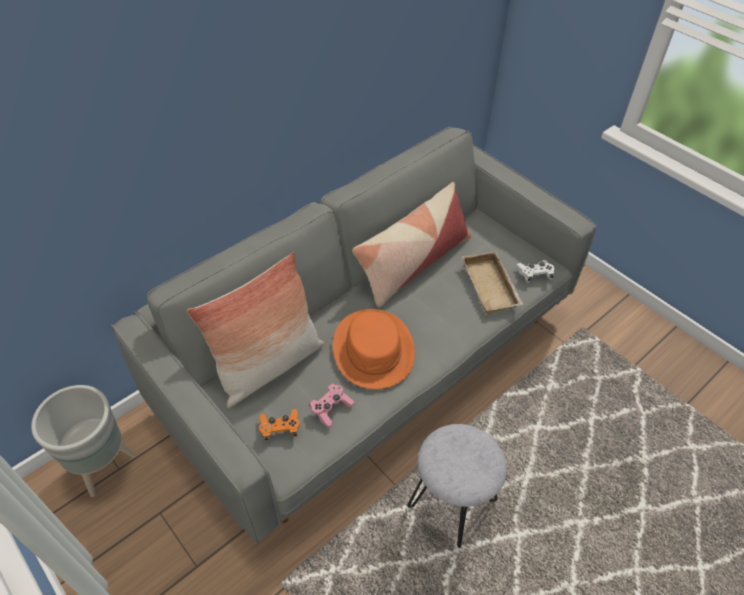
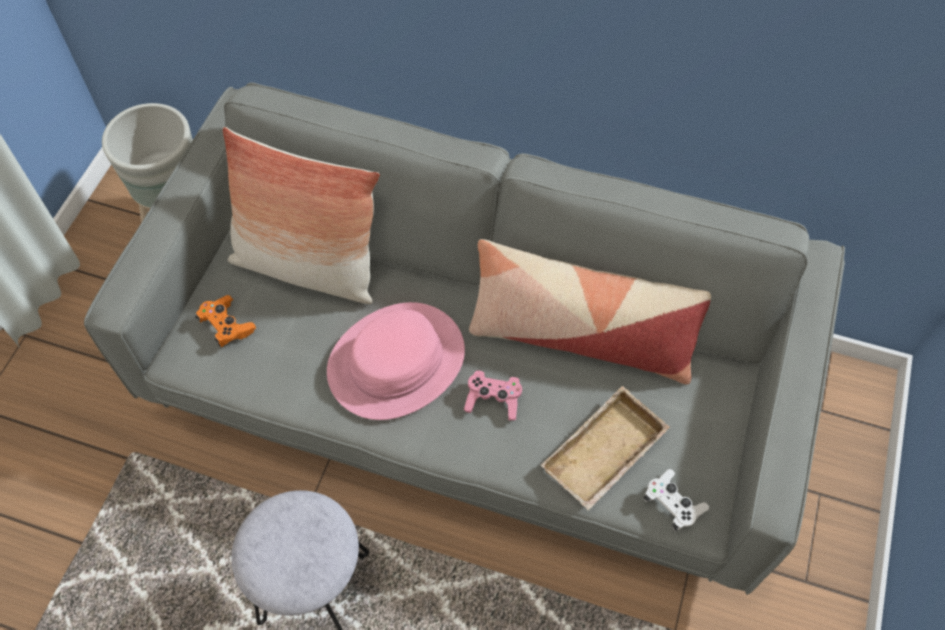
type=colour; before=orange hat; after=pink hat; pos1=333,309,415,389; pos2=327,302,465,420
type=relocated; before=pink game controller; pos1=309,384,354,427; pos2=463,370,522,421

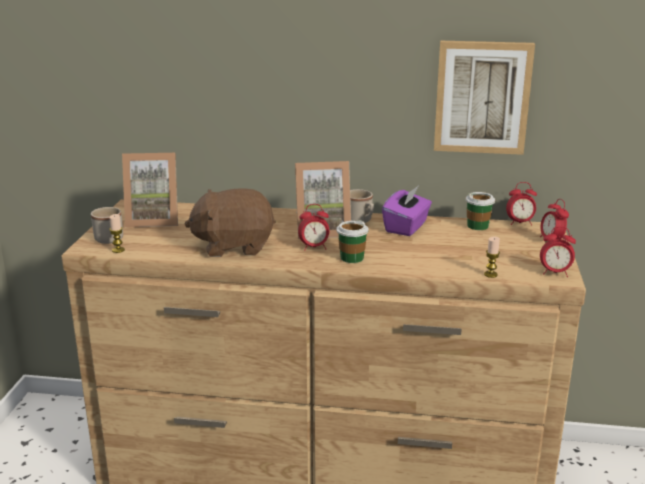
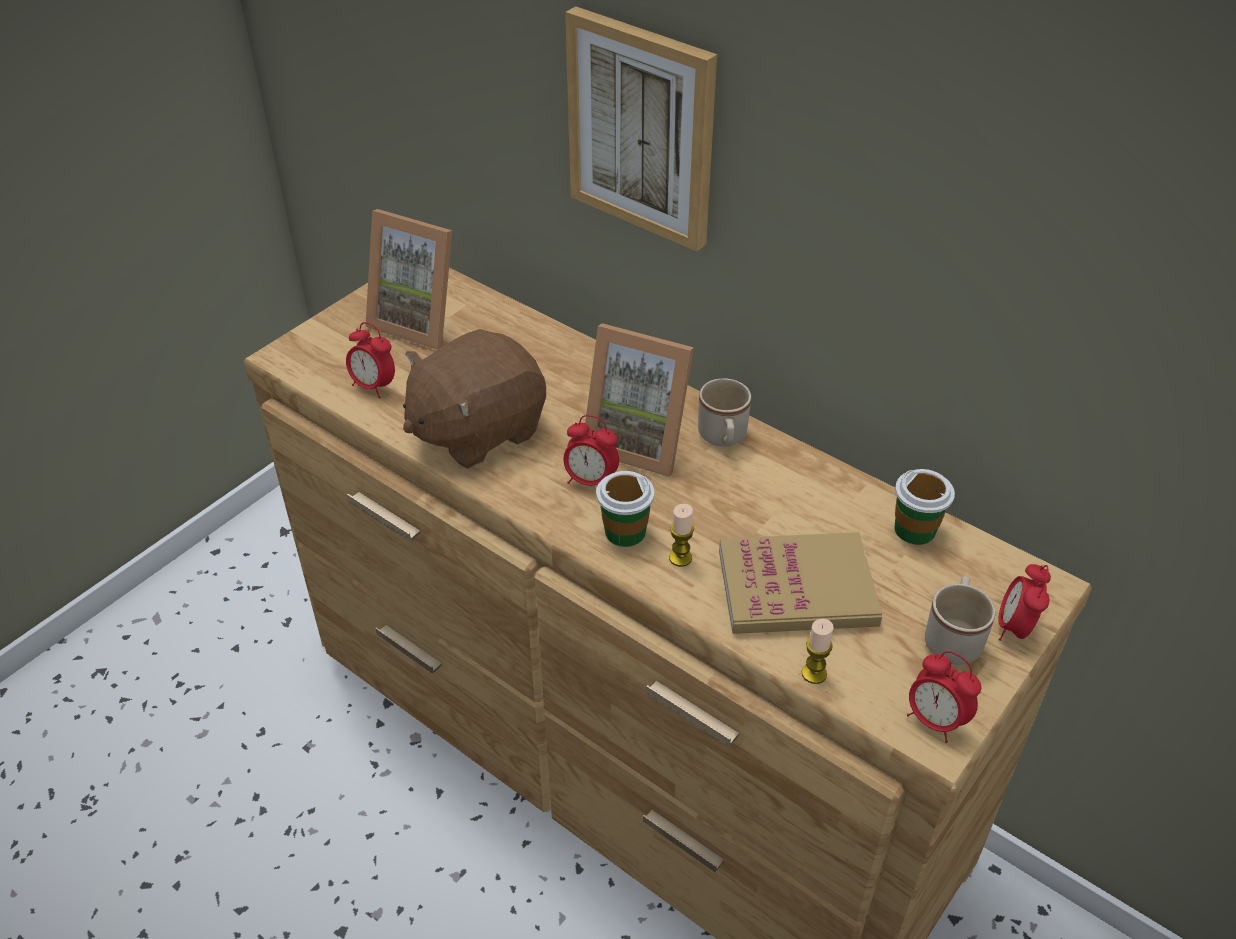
type=relocated; before=picture; pos1=434,41,535,155; pos2=565,6,717,251
type=relocated; before=alarm clock; pos1=506,182,537,226; pos2=346,322,395,398
type=missing; before=purple tissue box; pos1=382,186,432,236
type=spun; before=brown plush toy; pos1=185,189,275,257; pos2=403,329,546,469; turn=-60
type=relocated; before=beige mug; pos1=91,207,123,244; pos2=925,576,995,665
type=relocated; before=candle; pos1=109,214,125,253; pos2=669,504,694,567
type=appeared; after=book; pos2=719,532,882,634

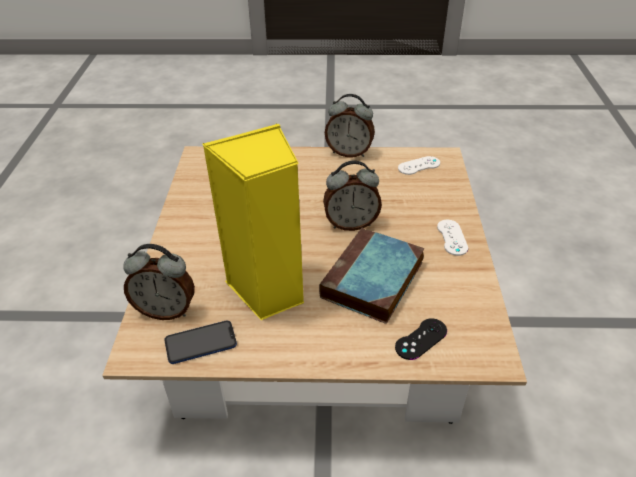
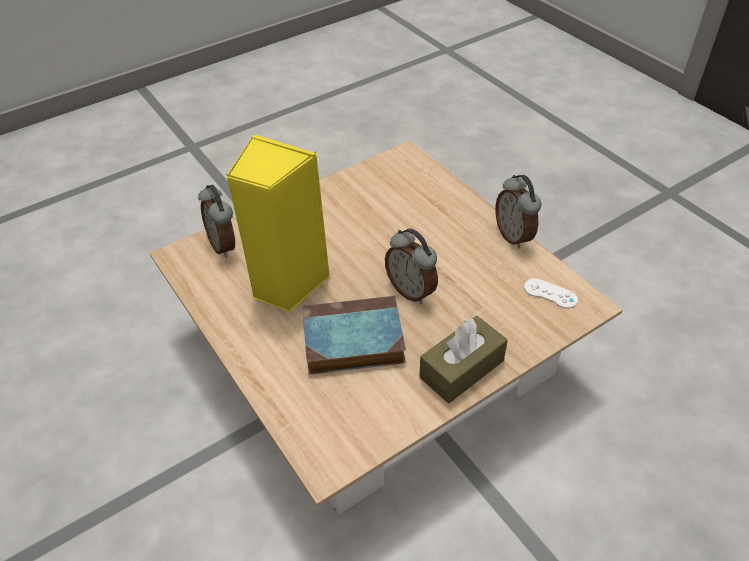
type=exchanged; before=white game controller; after=brown tissue box; pos1=437,220,468,256; pos2=419,316,508,403
type=missing; before=black game controller; pos1=395,318,447,360
type=missing; before=phone; pos1=164,320,237,364

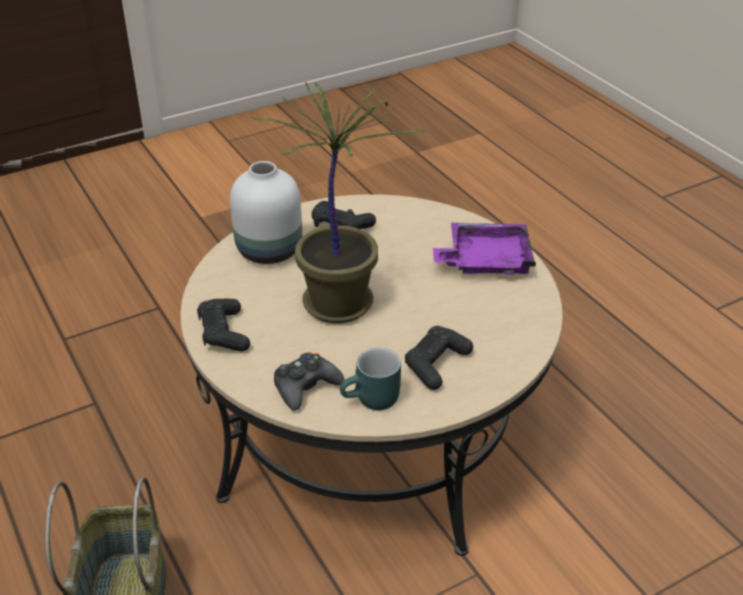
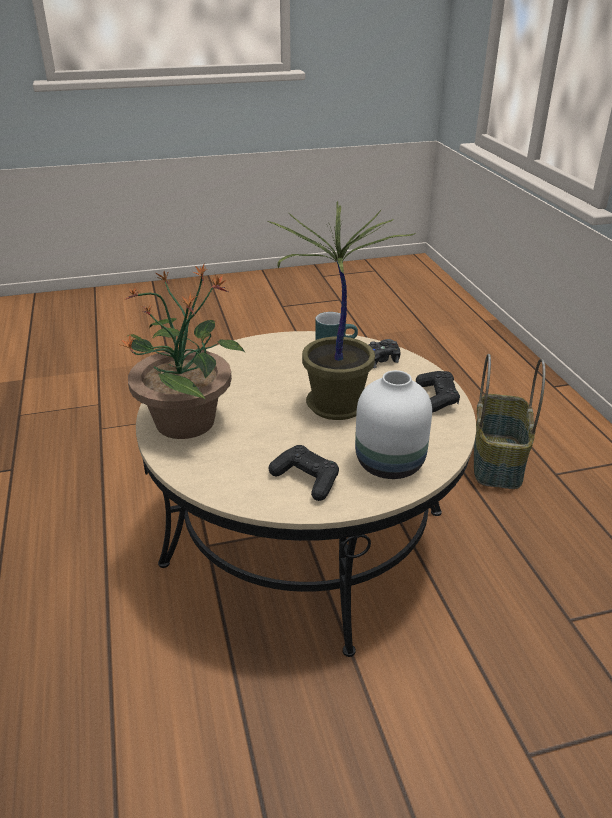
type=exchanged; before=purple tray; after=potted plant; pos1=433,223,536,275; pos2=121,264,245,439
type=missing; before=black game controller; pos1=405,326,473,390

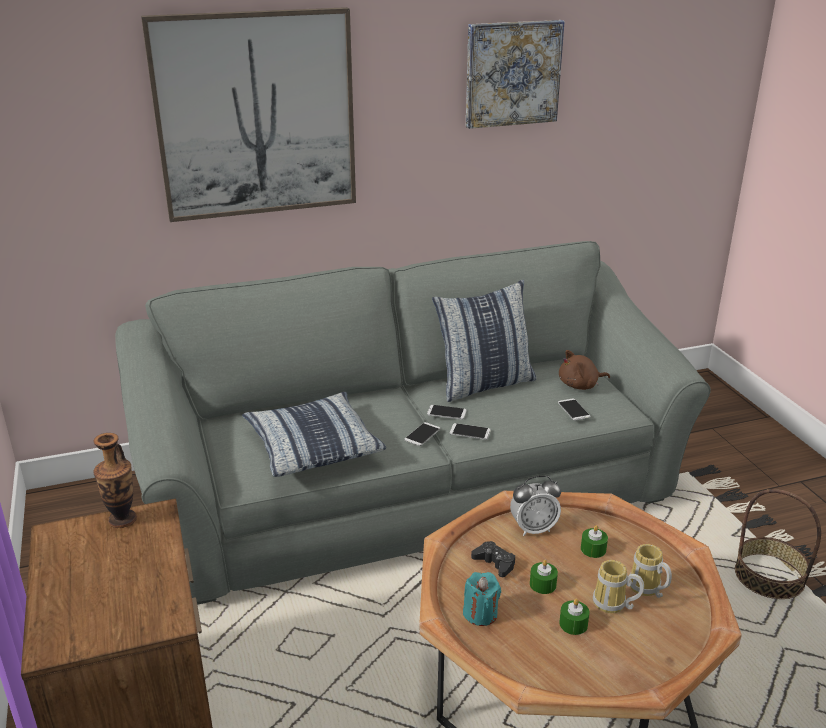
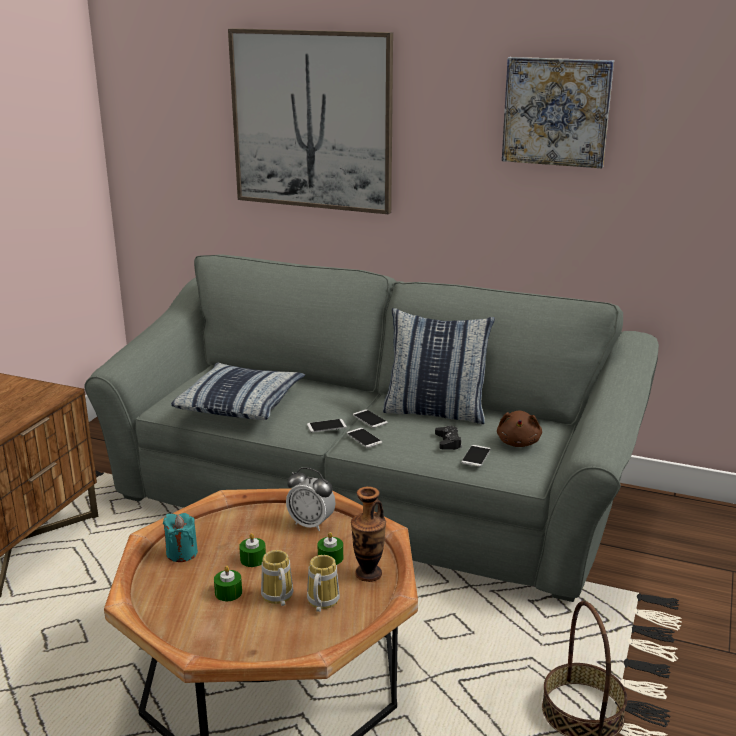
type=spun; before=brown plush toy; pos1=559,350,610,390; pos2=497,411,542,447; turn=-105
type=relocated; before=vase; pos1=93,433,137,528; pos2=351,486,386,582
type=relocated; before=black game controller; pos1=471,541,515,577; pos2=435,426,462,450

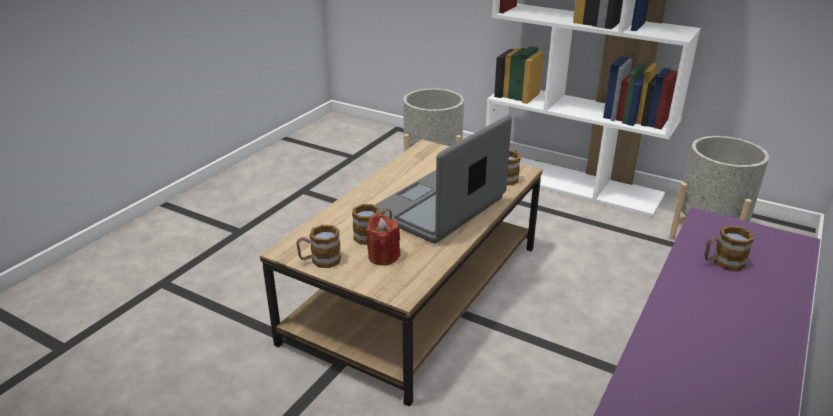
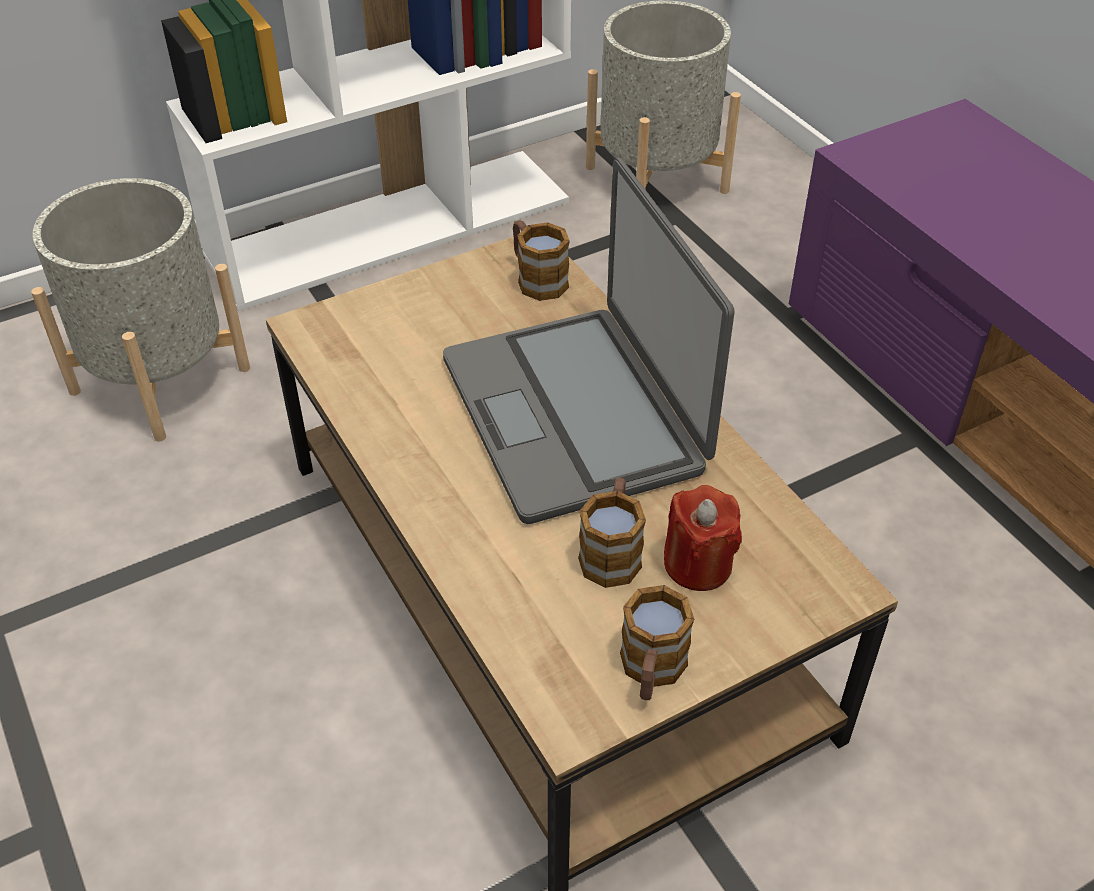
type=missing; before=mug; pos1=704,225,754,271

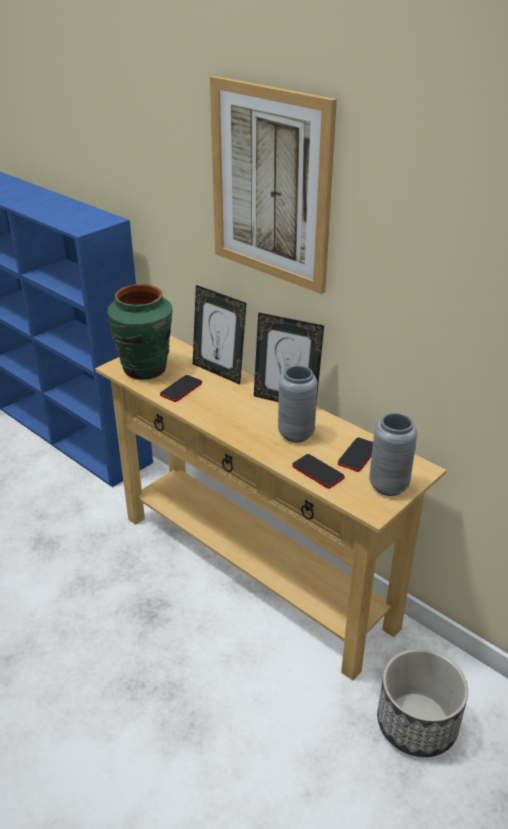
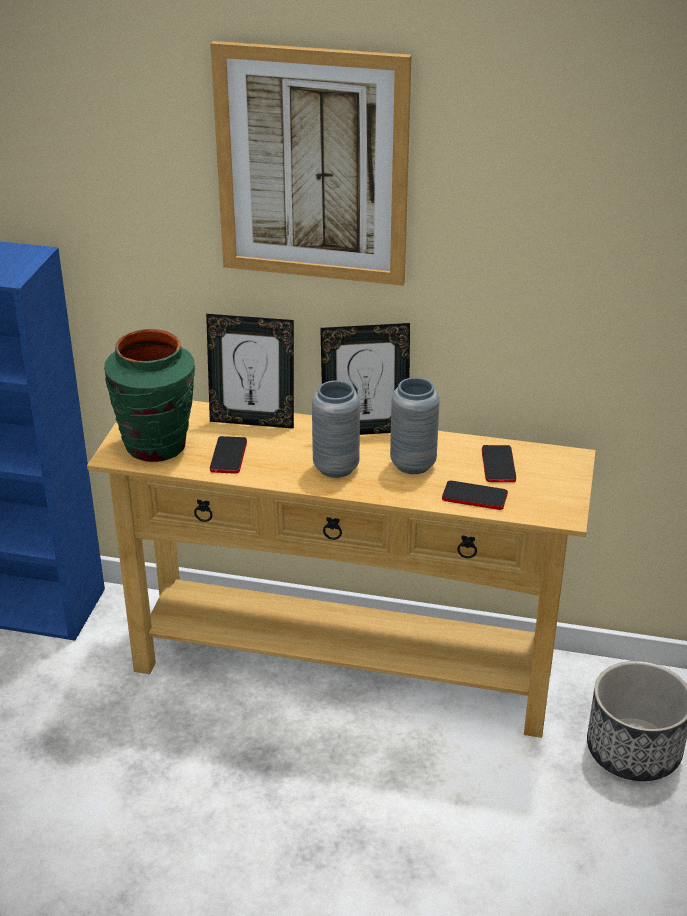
type=relocated; before=grey vase; pos1=369,413,417,496; pos2=312,381,360,478

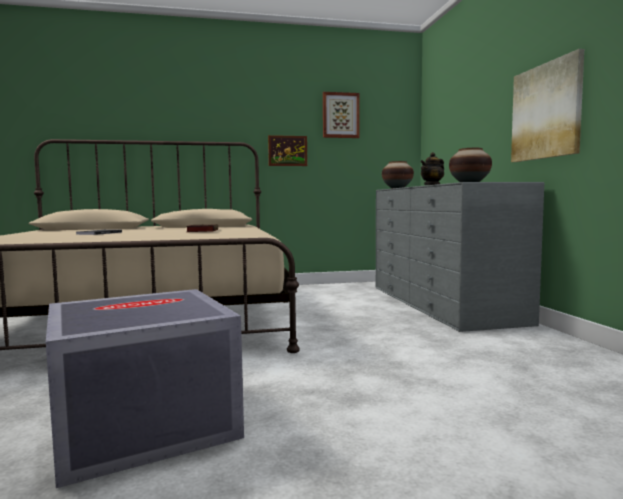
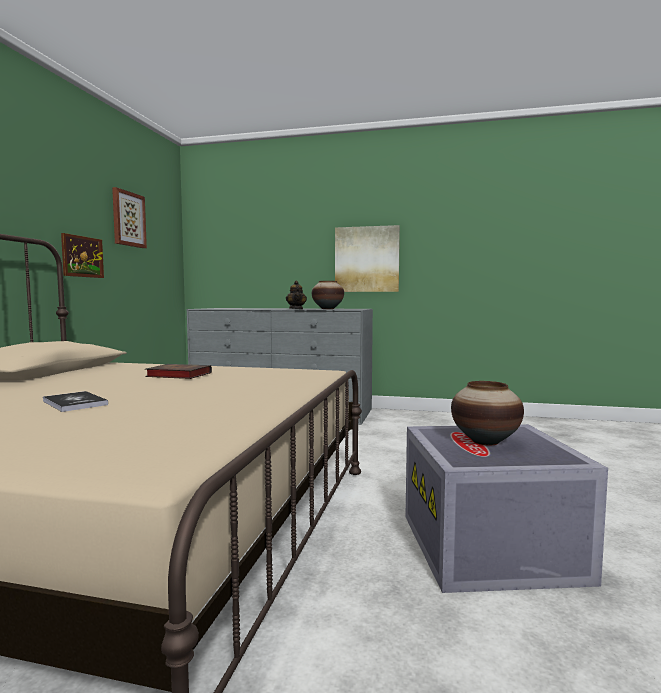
type=relocated; before=vase; pos1=382,161,414,189; pos2=451,381,524,445

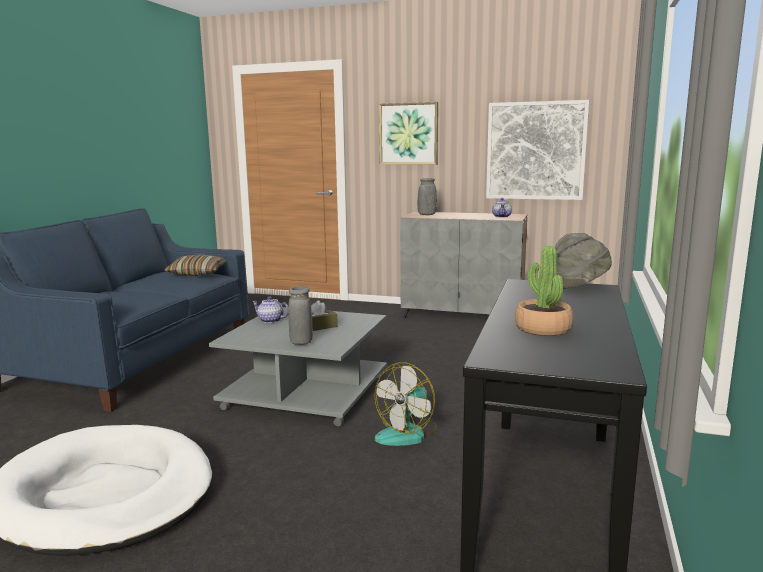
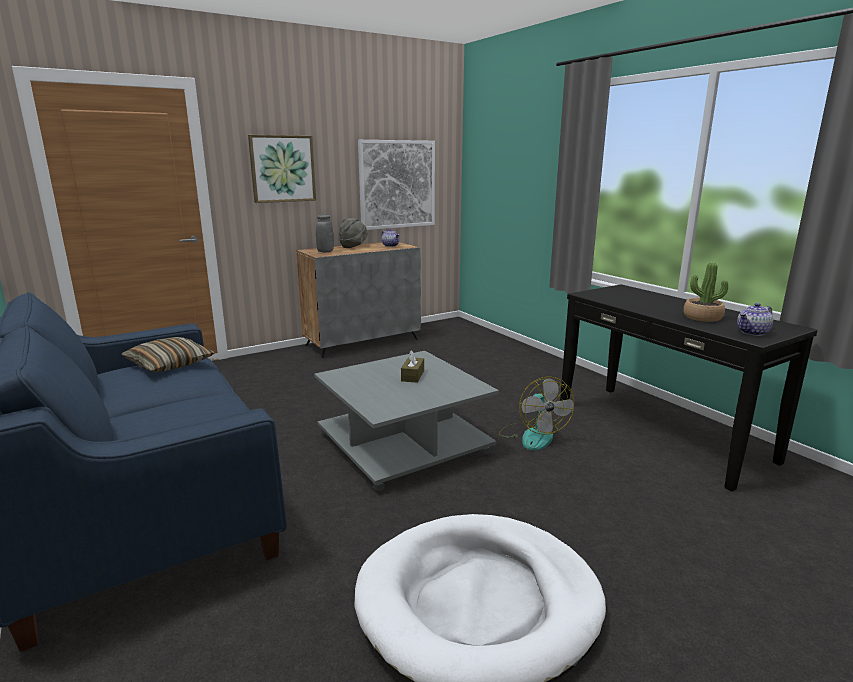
type=relocated; before=grey hat; pos1=555,233,612,289; pos2=339,218,368,248
type=missing; before=grey vase; pos1=288,286,313,345
type=relocated; before=teapot; pos1=252,296,289,323; pos2=737,303,773,336

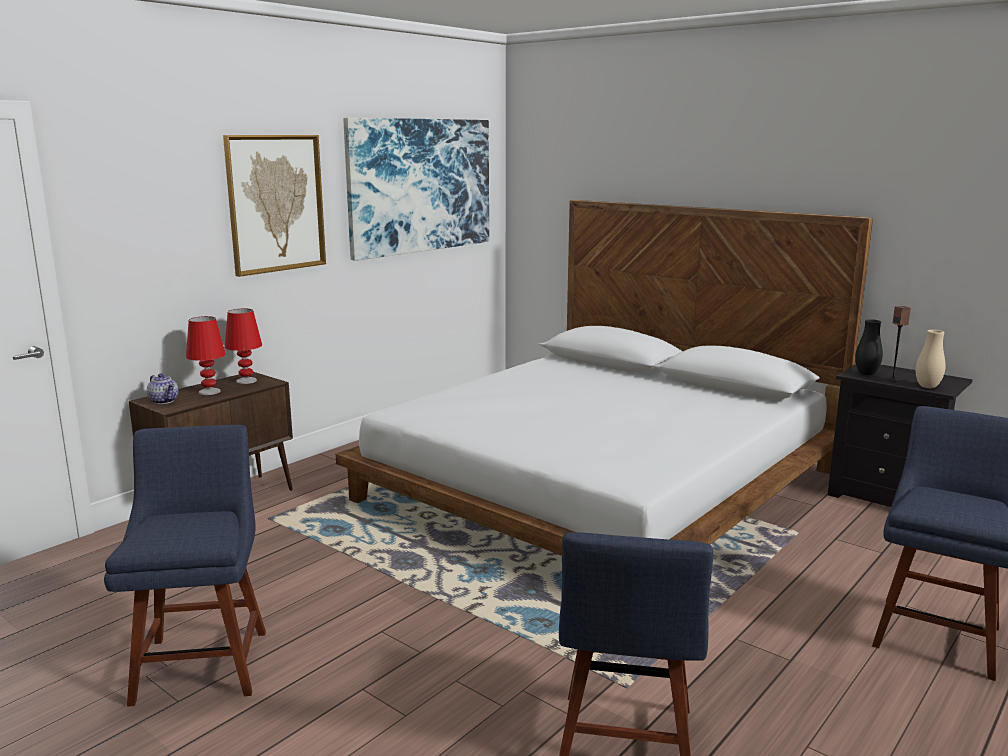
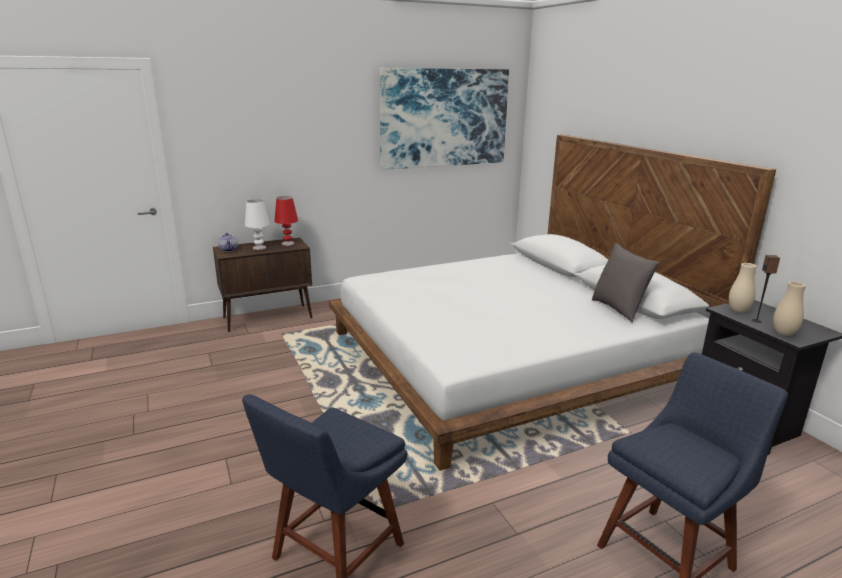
type=missing; before=picture; pos1=223,135,326,277
type=colour; before=red table lamp; after=white table lamp; pos1=186,316,226,395; pos2=245,199,269,250
type=colour; before=black vase; after=beige vase; pos1=855,319,883,375; pos2=729,263,757,313
type=missing; before=blue chair; pos1=104,425,266,707
type=appeared; after=grey pillow; pos2=592,243,659,323

